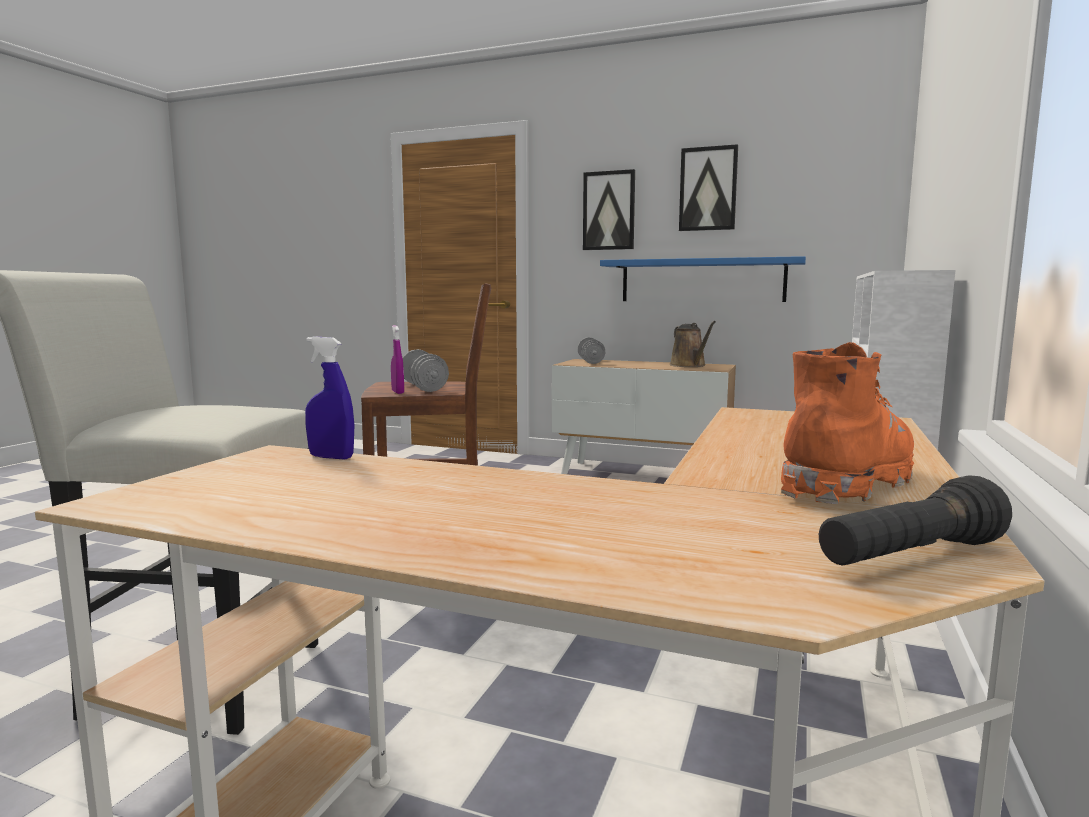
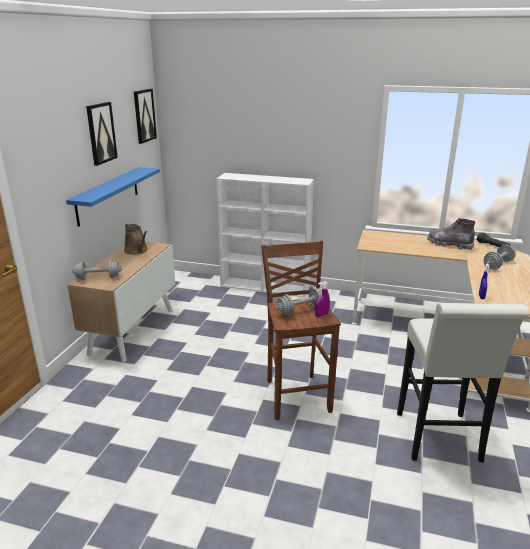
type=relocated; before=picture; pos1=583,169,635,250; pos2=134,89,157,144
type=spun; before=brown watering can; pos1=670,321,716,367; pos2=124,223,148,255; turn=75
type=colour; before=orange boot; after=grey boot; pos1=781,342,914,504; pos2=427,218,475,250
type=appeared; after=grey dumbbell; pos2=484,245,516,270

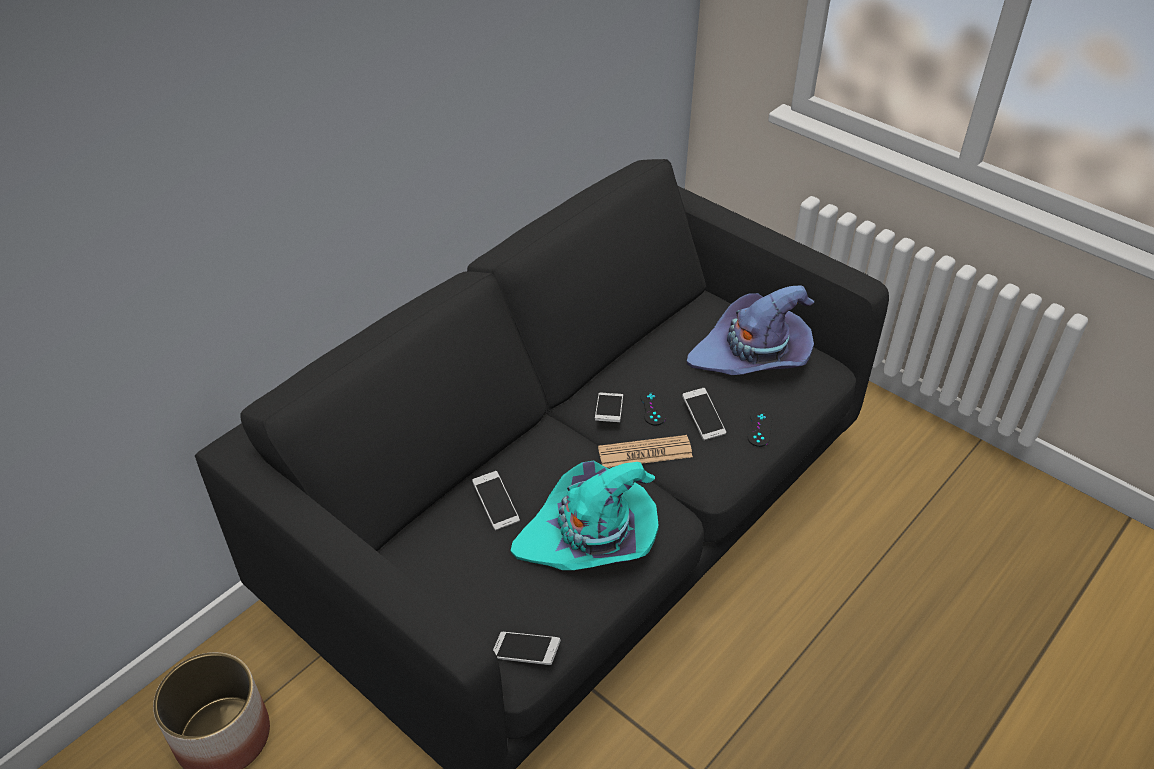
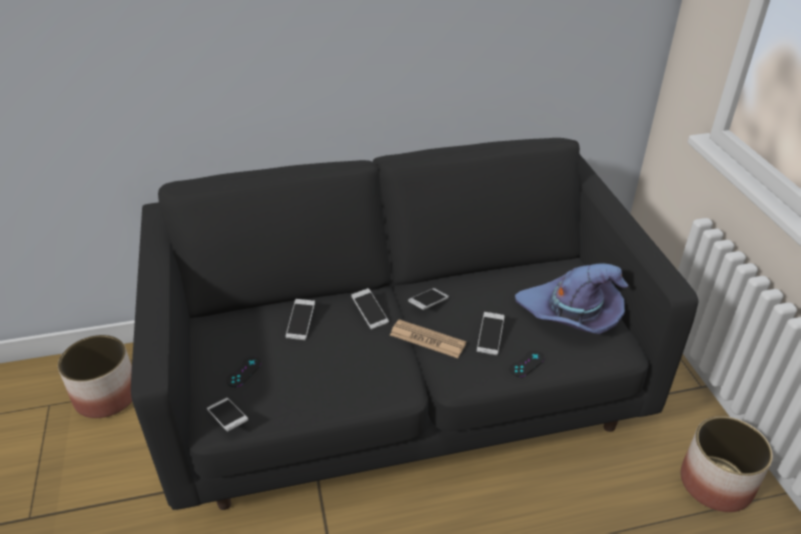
type=relocated; before=black game controller; pos1=640,390,666,426; pos2=226,357,261,387
type=missing; before=turquoise hat; pos1=511,461,659,570
type=appeared; after=phone; pos2=351,288,389,330
type=appeared; after=planter; pos2=681,416,773,512

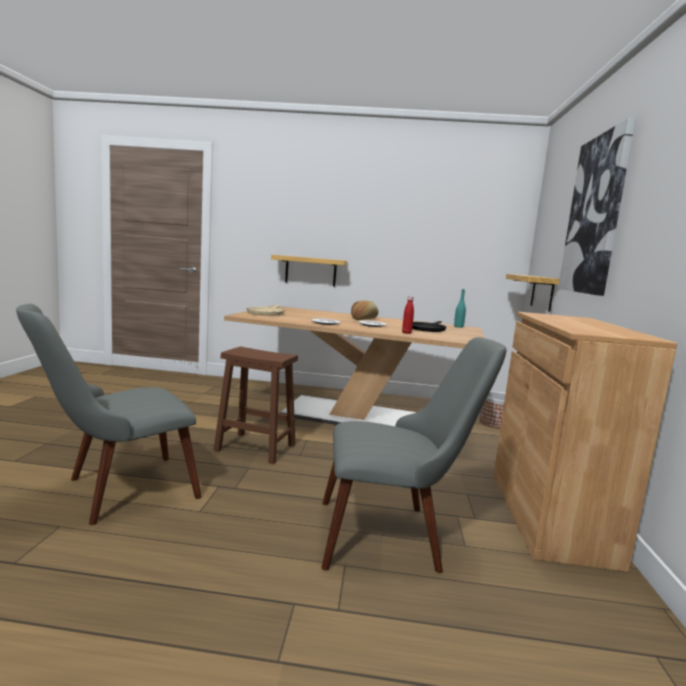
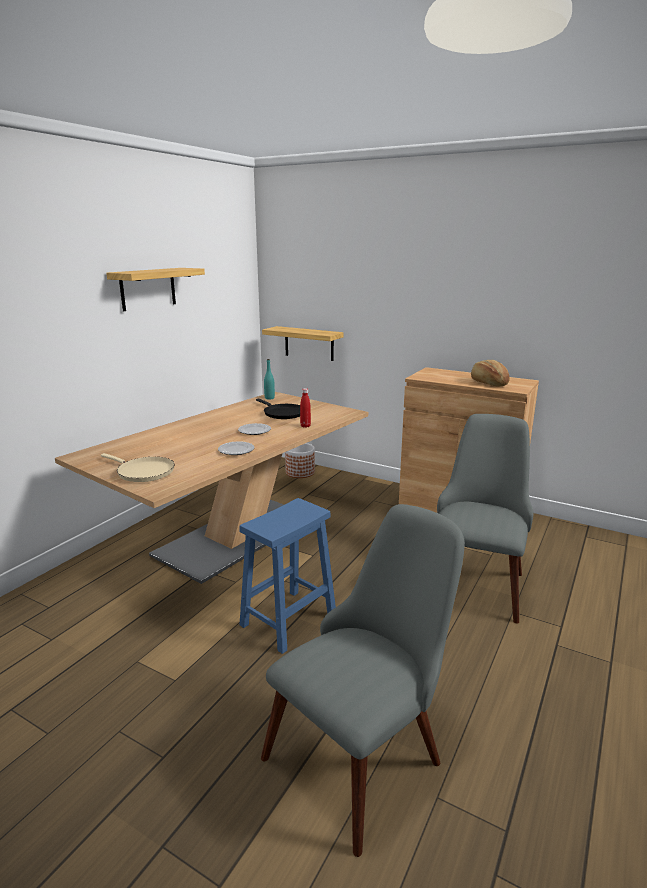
type=missing; before=picture; pos1=558,118,636,296
type=relocated; before=shelf; pos1=271,255,347,287; pos2=106,268,205,311
type=relocated; before=bread; pos1=351,300,378,320; pos2=471,360,510,386
type=spun; before=grey chair; pos1=16,304,202,525; pos2=261,504,465,857; turn=-120
type=colour; before=brown stool; after=blue stool; pos1=213,347,298,464; pos2=239,498,336,654

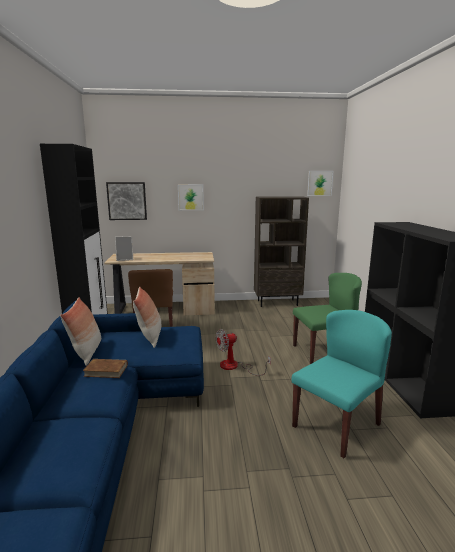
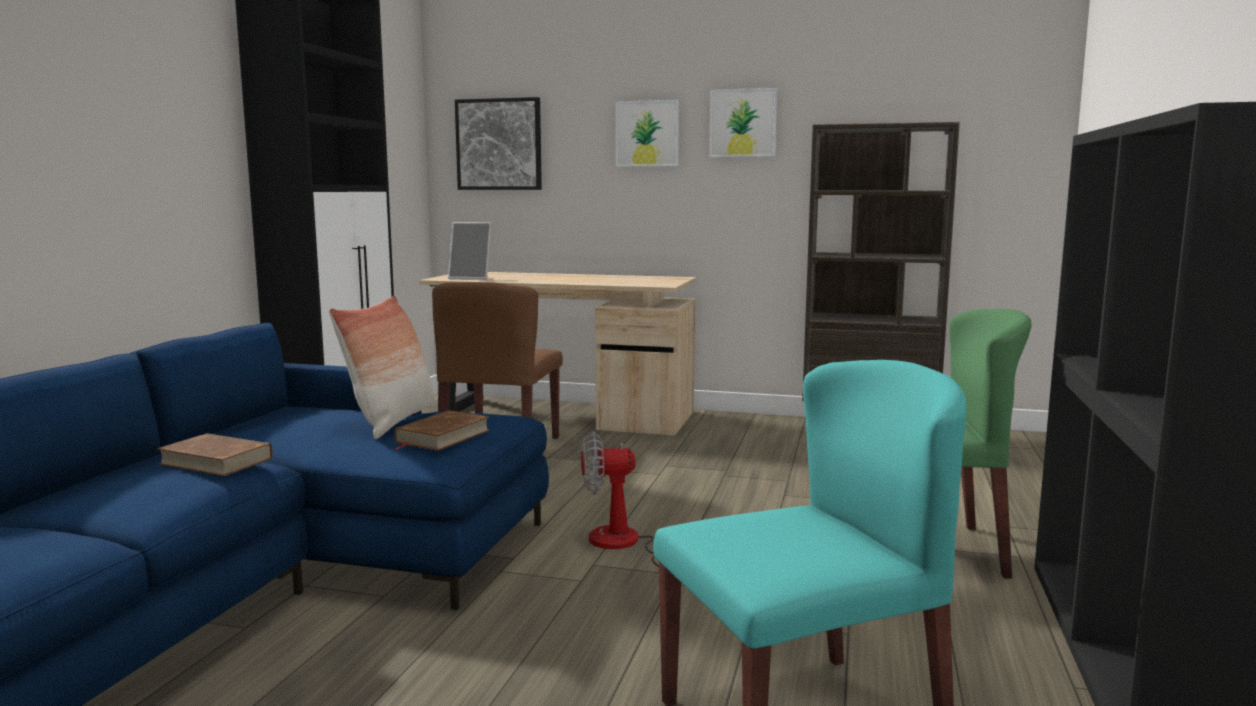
type=relocated; before=picture; pos1=307,171,333,196; pos2=709,88,777,157
type=missing; before=pillow; pos1=60,297,101,366
type=appeared; after=brown book; pos2=394,410,490,451

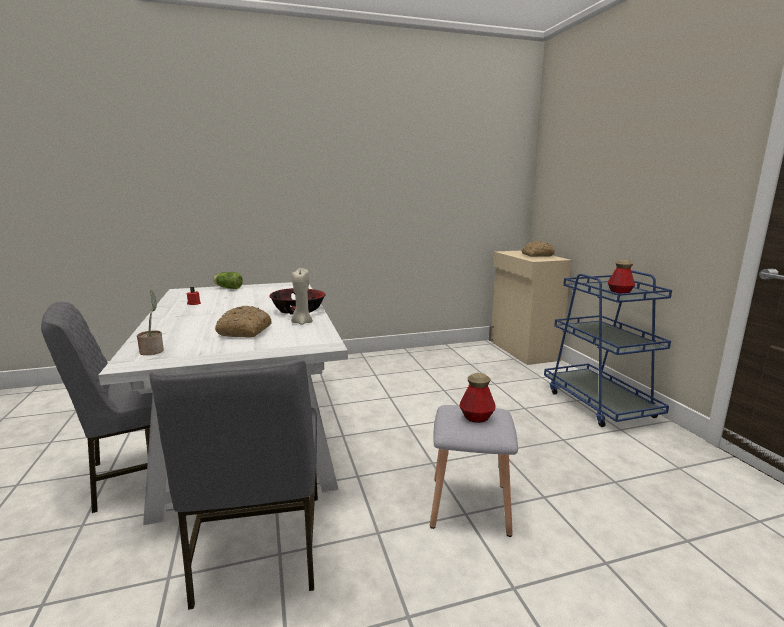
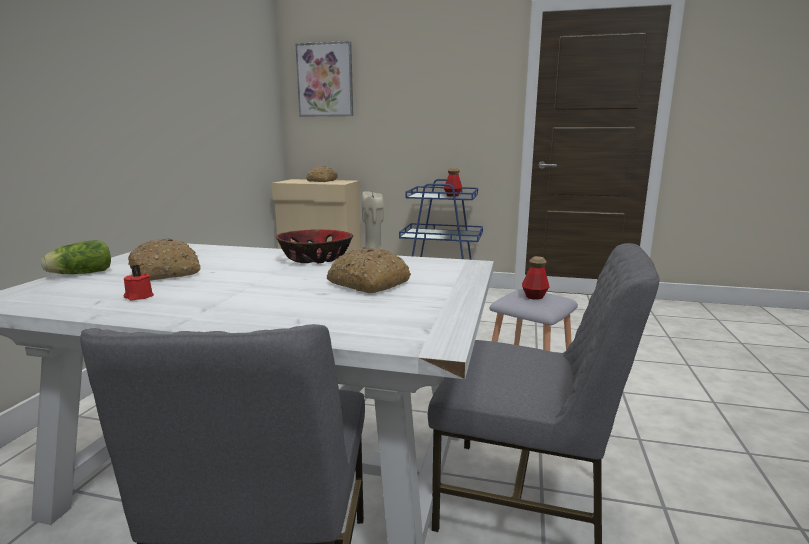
type=missing; before=potted plant; pos1=137,290,164,355
type=appeared; after=picture; pos2=295,41,353,117
type=appeared; after=bread; pos2=128,238,201,280

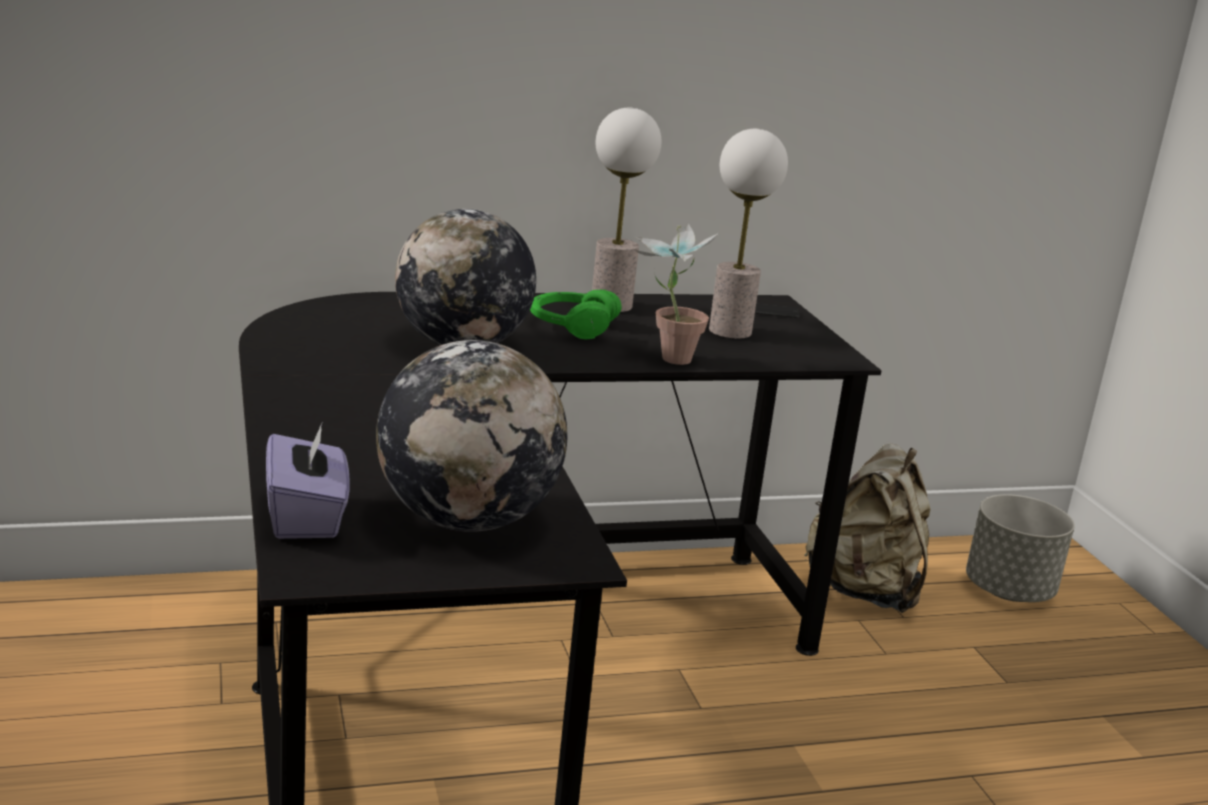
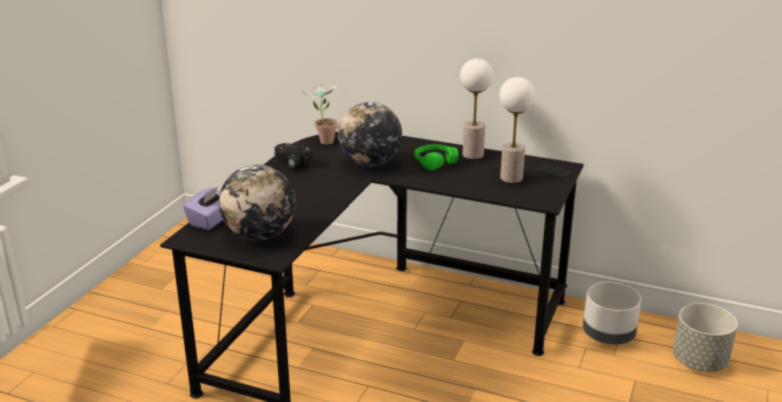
type=relocated; before=potted plant; pos1=634,223,719,365; pos2=302,83,338,144
type=exchanged; before=beige backpack; after=grey planter; pos1=804,443,931,613; pos2=583,282,641,345
type=appeared; after=photo camera; pos2=274,143,313,168

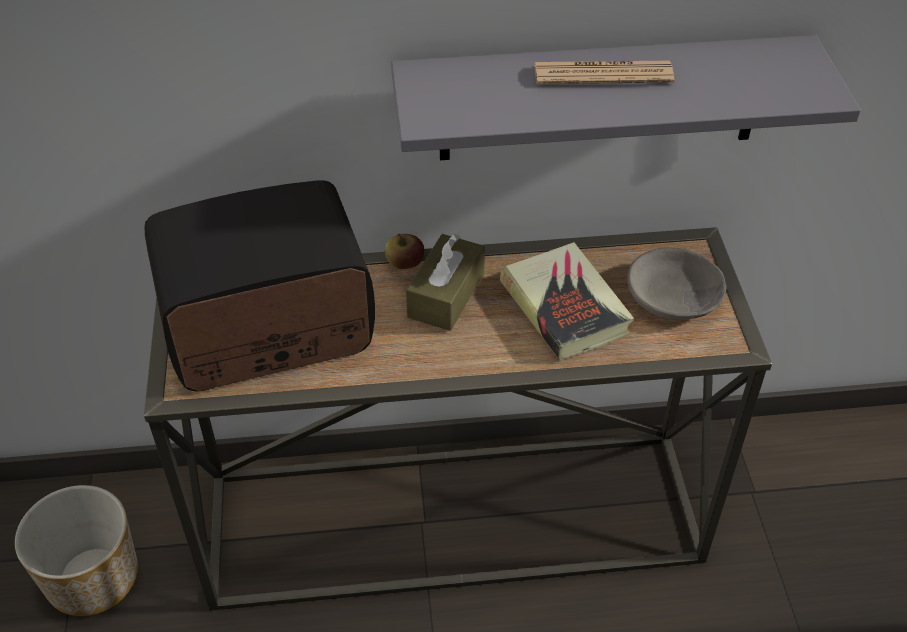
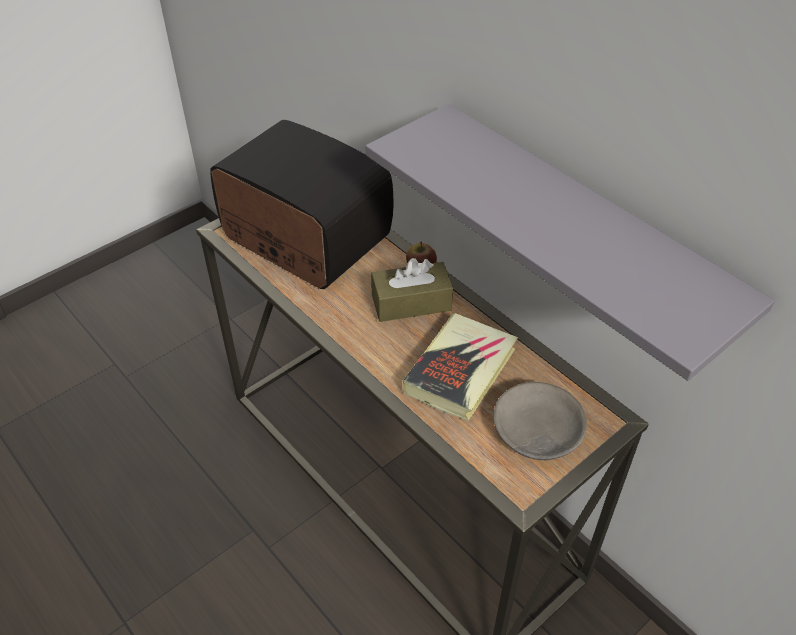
type=missing; before=newspaper; pos1=534,61,674,84
type=missing; before=planter; pos1=15,485,138,616

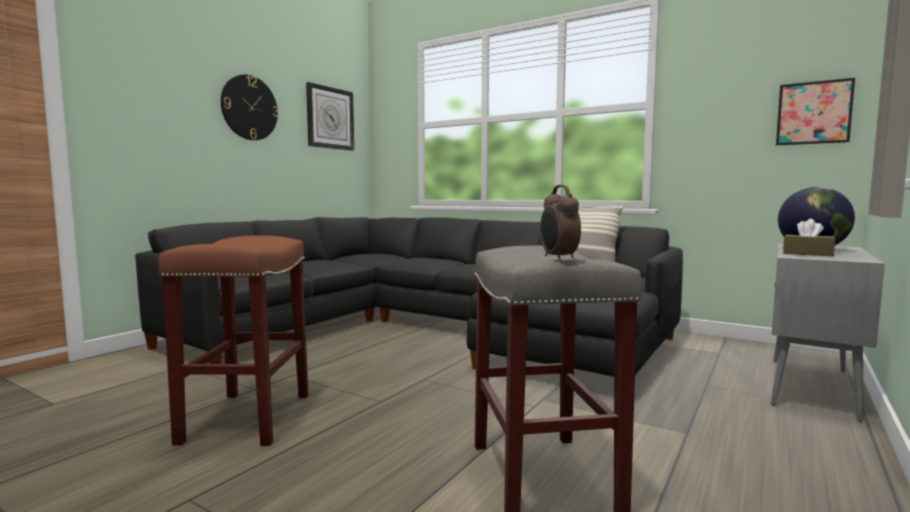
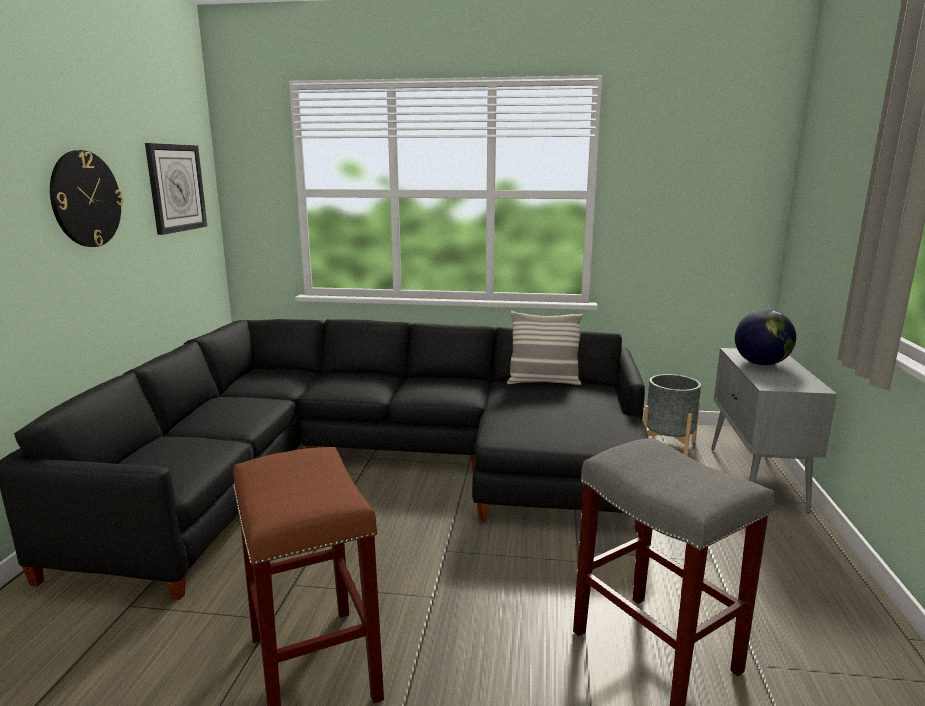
type=missing; before=picture; pos1=776,78,855,145
type=missing; before=alarm clock; pos1=540,185,581,261
type=missing; before=brown tissue box; pos1=783,219,835,256
type=appeared; after=grey planter; pos2=643,374,701,456

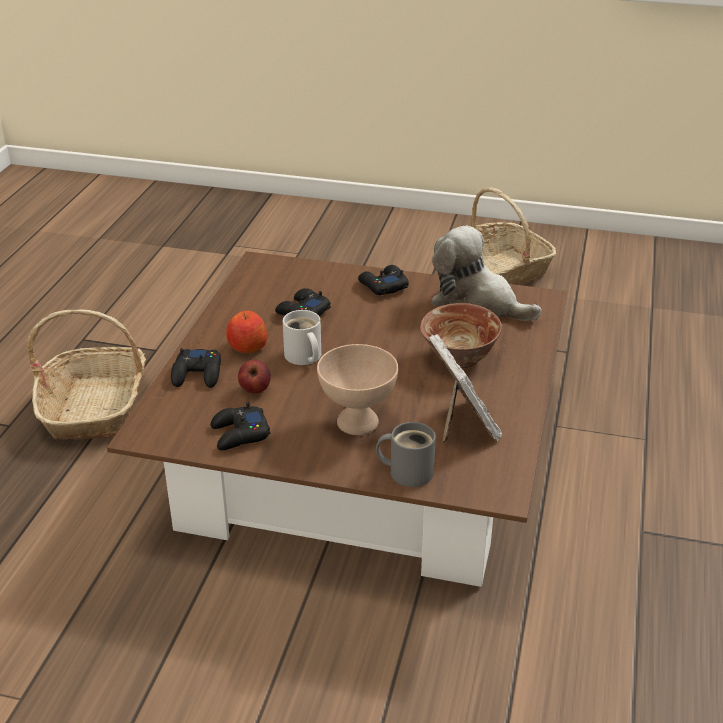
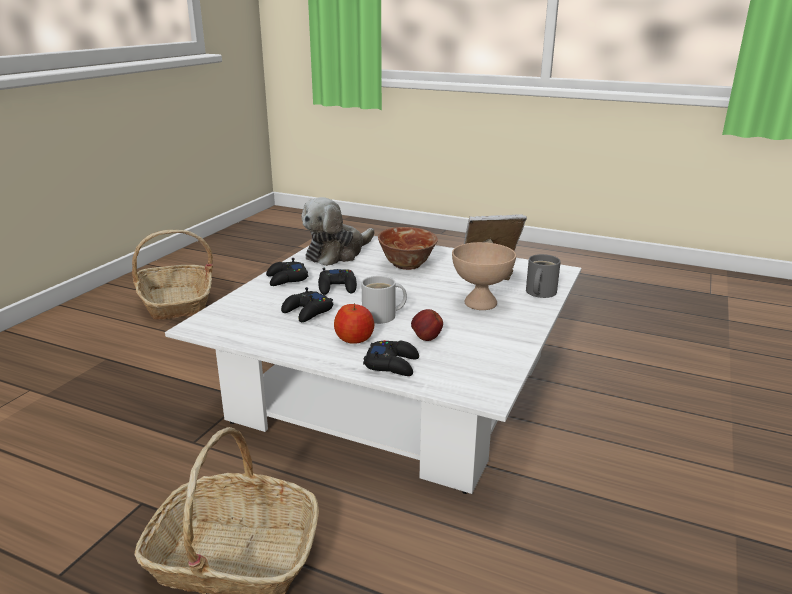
type=colour; before=brown coffee table; after=white coffee table; pos1=107,251,567,587; pos2=165,236,582,494
type=relocated; before=black game controller; pos1=211,402,270,450; pos2=318,268,357,295

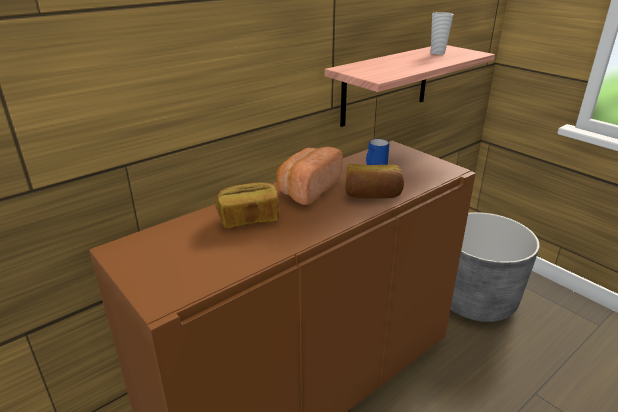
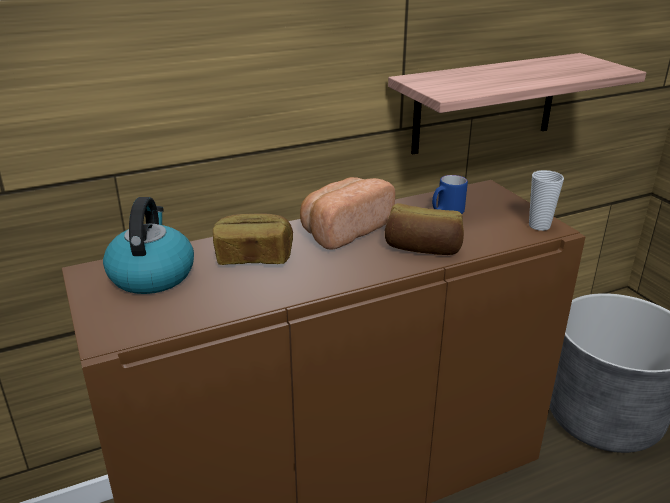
type=relocated; before=cup; pos1=431,12,453,55; pos2=529,170,564,231
type=appeared; after=kettle; pos2=103,197,194,294

